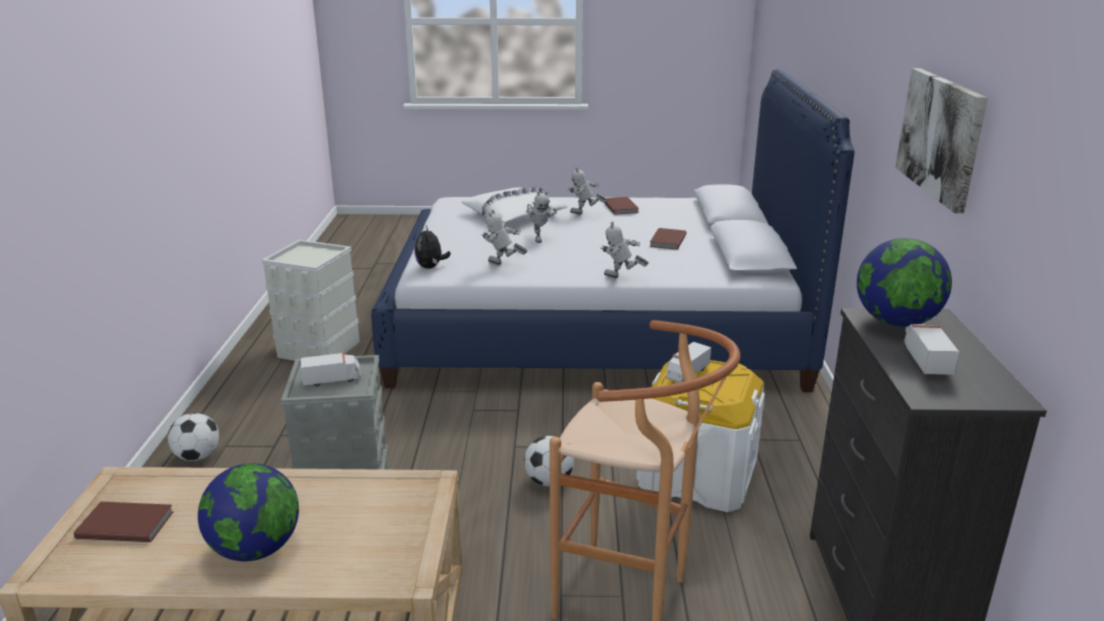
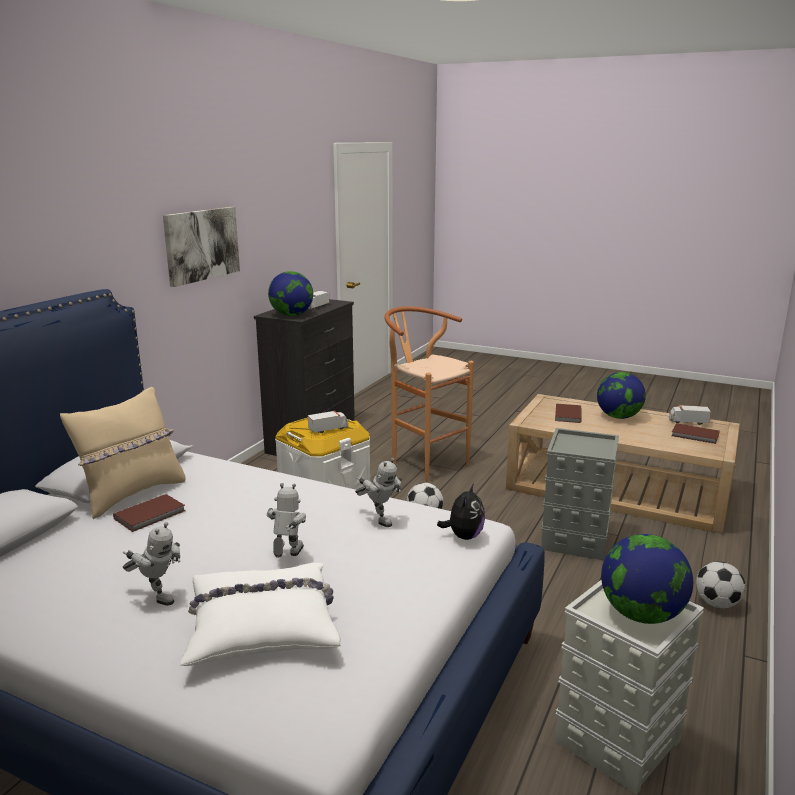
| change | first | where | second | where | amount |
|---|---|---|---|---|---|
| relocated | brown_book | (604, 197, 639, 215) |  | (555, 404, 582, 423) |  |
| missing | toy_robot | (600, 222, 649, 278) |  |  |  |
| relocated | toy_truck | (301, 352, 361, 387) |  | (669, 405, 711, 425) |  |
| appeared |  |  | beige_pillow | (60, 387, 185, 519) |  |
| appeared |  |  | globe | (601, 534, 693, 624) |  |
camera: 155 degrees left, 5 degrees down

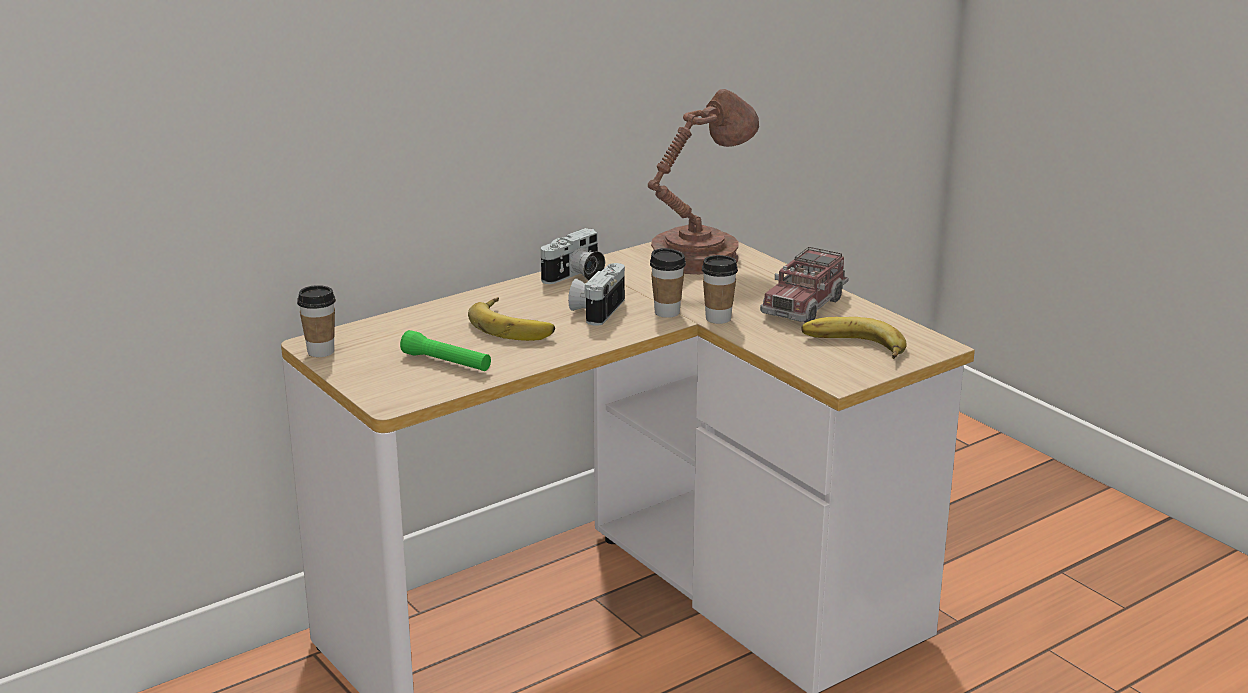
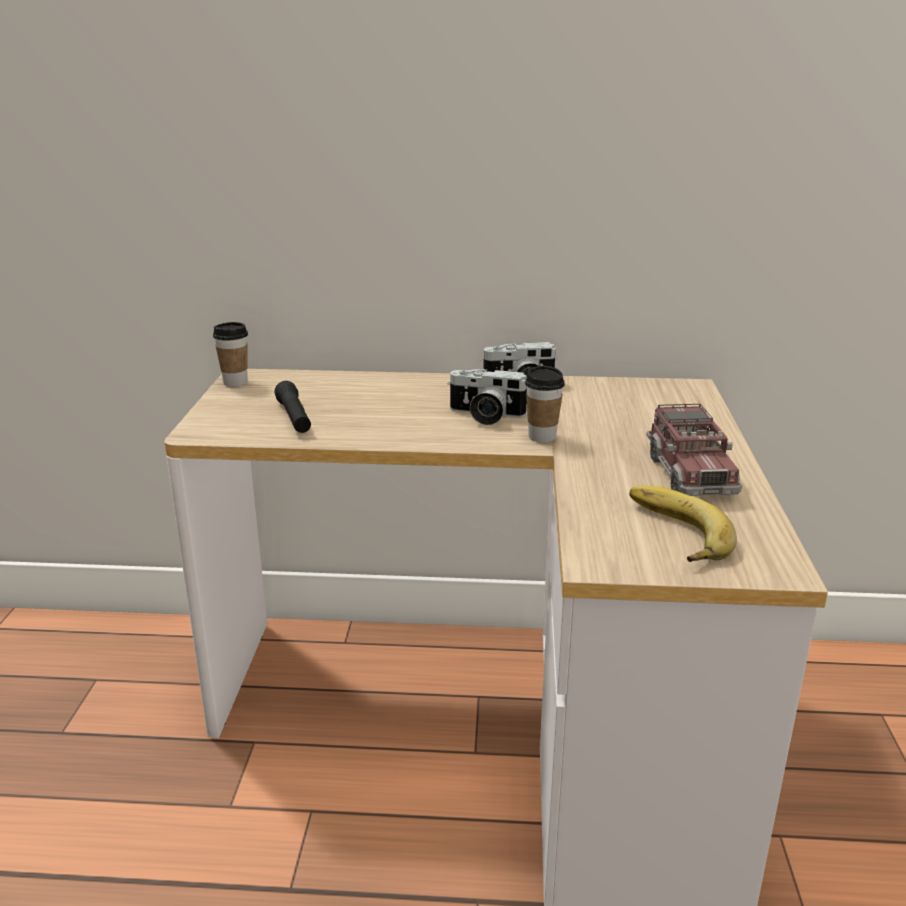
| change | first | where | second | where | amount |
|---|---|---|---|---|---|
| missing | brown_table_lamp | (648, 89, 759, 274) |  |  |  |
| spun | toy_truck | (760, 247, 849, 323) |  | (646, 404, 742, 496) | 75 degrees counterclockwise |
| missing | cup | (702, 255, 738, 324) |  |  |  |
| spun | photo_camera | (568, 263, 625, 326) |  | (448, 369, 527, 425) | 135 degrees counterclockwise |
| missing | banana | (468, 297, 555, 341) |  |  |  |
| colour | green_flashlight | (400, 330, 491, 371) | black_flashlight | (274, 381, 311, 433) |  |
camera: 40 degrees right, 0 degrees up

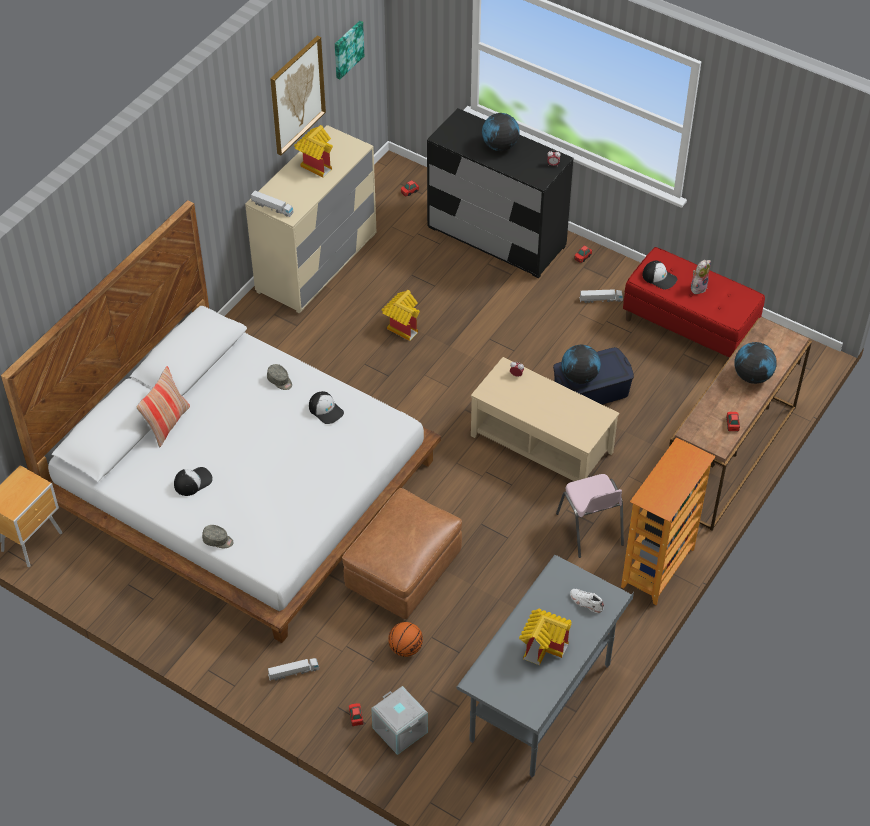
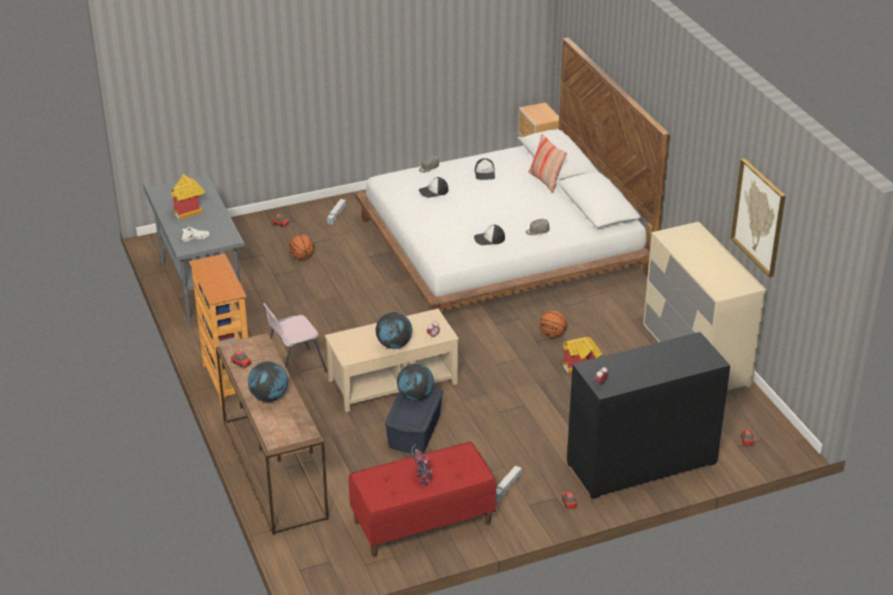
| change | first | where | second | where | amount |
|---|---|---|---|---|---|
| missing | picture | (335, 21, 364, 79) |  |  |  |
| relocated | globe | (482, 113, 520, 151) |  | (376, 312, 412, 349) |  |
| missing | toy_house | (294, 125, 333, 178) |  |  |  |
| missing | toy_truck | (251, 191, 294, 217) |  |  |  |
| exchanged | plush_toy | (691, 260, 711, 294) | toy_robot | (411, 444, 433, 485) |  |
| relocated | cap | (642, 261, 677, 290) |  | (419, 177, 448, 198) |  |
| spun | pink_chair | (556, 474, 624, 558) |  | (263, 303, 328, 373) | 45 degrees counterclockwise |
| missing | brown_ottoman | (342, 488, 462, 619) |  |  |  |
| missing | grey_storage_box | (371, 686, 428, 755) |  |  |  |
| appeared |  |  | basketball | (540, 311, 567, 338) |  |
camera: 125 degrees right, 15 degrees down

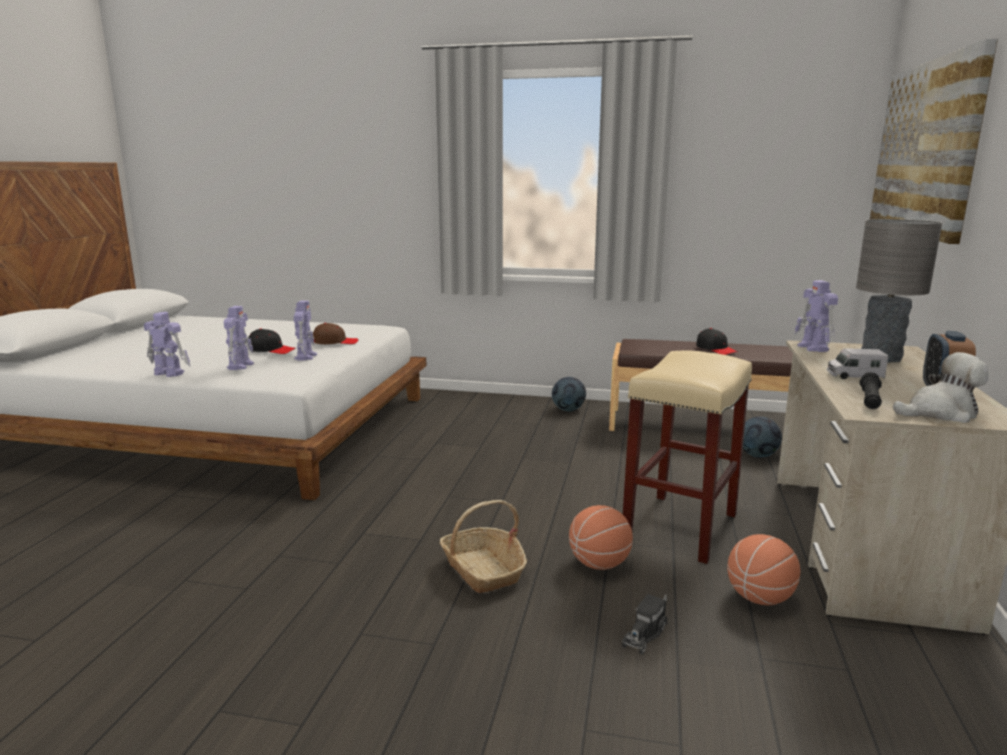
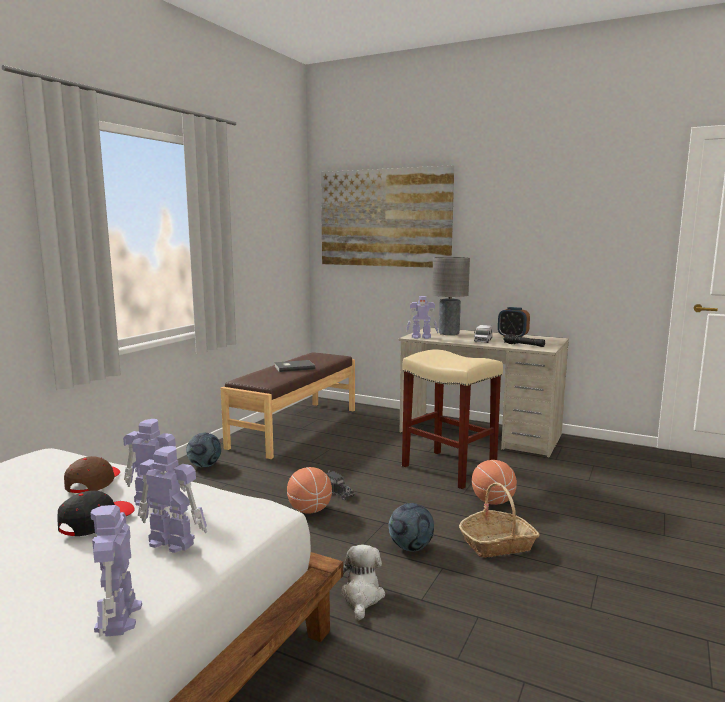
| change | first | where | second | where | amount |
|---|---|---|---|---|---|
| spun | toy_robot | (144, 312, 190, 377) |  | (90, 505, 142, 637) | 45 degrees counterclockwise |
| exchanged | black_cap | (696, 328, 738, 355) | grey_book | (274, 360, 315, 372) |  |
| relocated | plush_toy | (893, 352, 989, 423) |  | (341, 544, 385, 621) |  |
| relocated | football | (743, 417, 782, 458) |  | (388, 503, 434, 552) |  |
| relocated | basketball | (727, 534, 800, 605) |  | (287, 467, 332, 514) |  |
| relocated | toy_truck | (622, 594, 668, 655) |  | (326, 470, 355, 500) |  |
camera: 75 degrees left, 5 degrees down

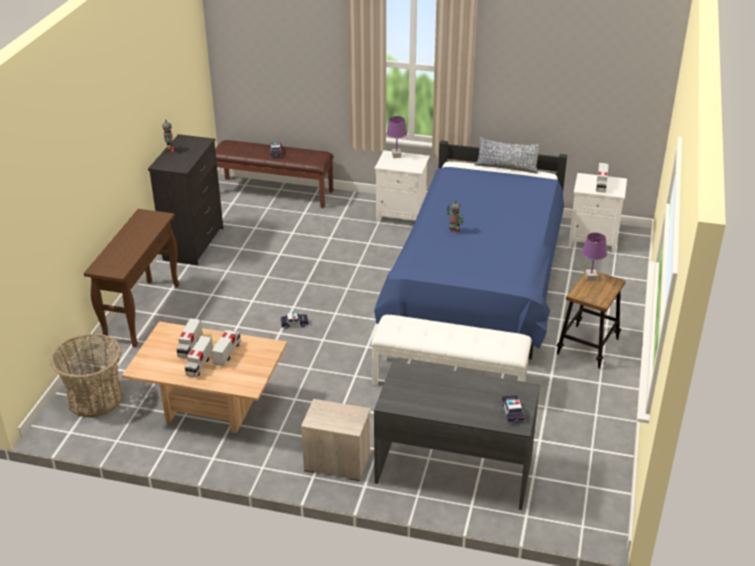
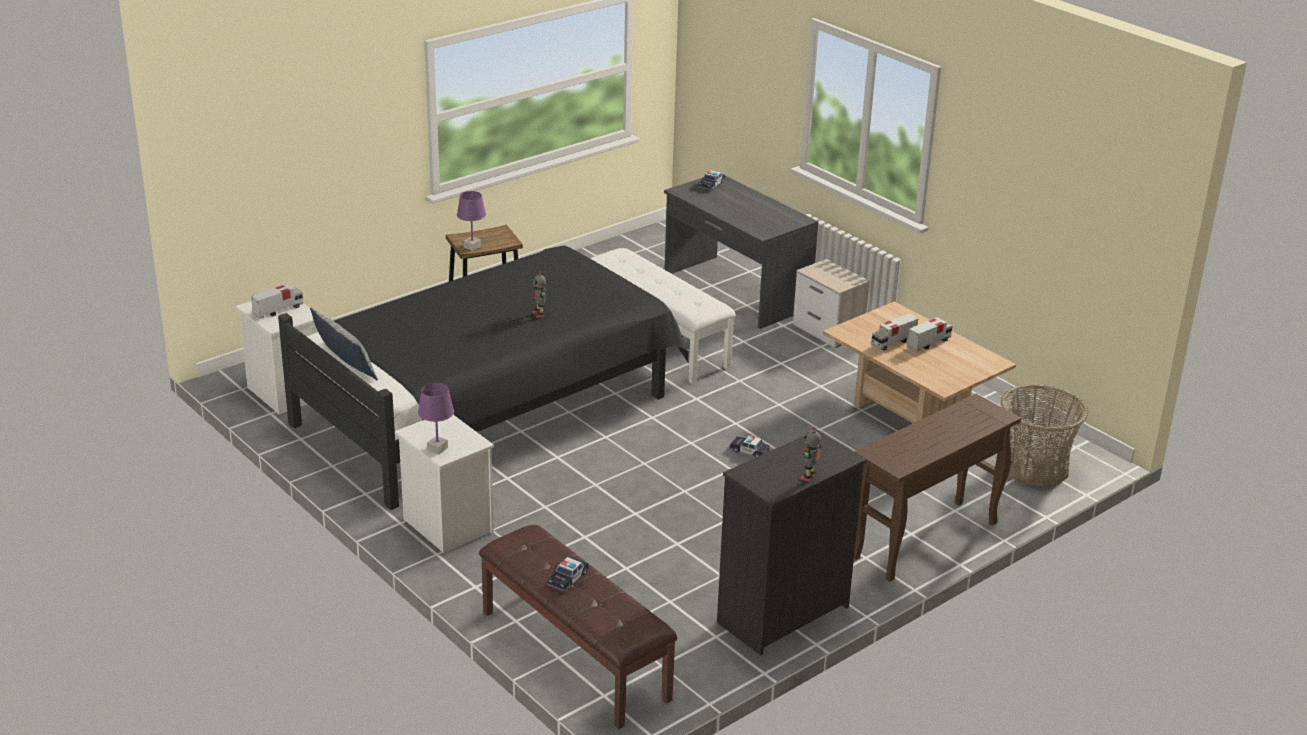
| change | first | where | second | where | amount |
|---|---|---|---|---|---|
| colour | blue_bed | (374, 140, 567, 359) | black_bed | (278, 245, 688, 510) |  |
| missing | toy_truck | (176, 318, 202, 358) |  |  |  |
camera: 145 degrees left, 5 degrees down

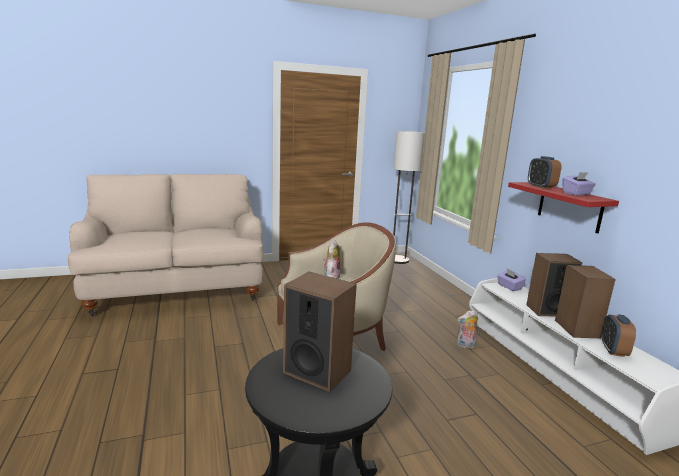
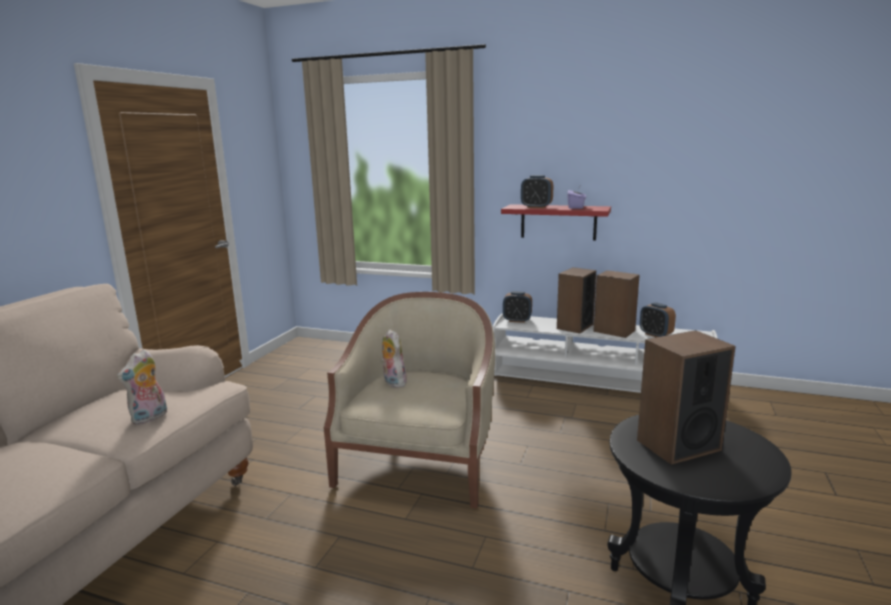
| change | first | where | second | where | amount |
|---|---|---|---|---|---|
| missing | floor_lamp | (393, 131, 425, 264) |  |  |  |
| exchanged | purple_tissue_box | (497, 269, 526, 291) | alarm_clock | (503, 291, 532, 323) |  |
| relocated | plush_toy | (457, 310, 478, 348) |  | (117, 349, 167, 425) |  |
camera: 50 degrees left, 0 degrees up

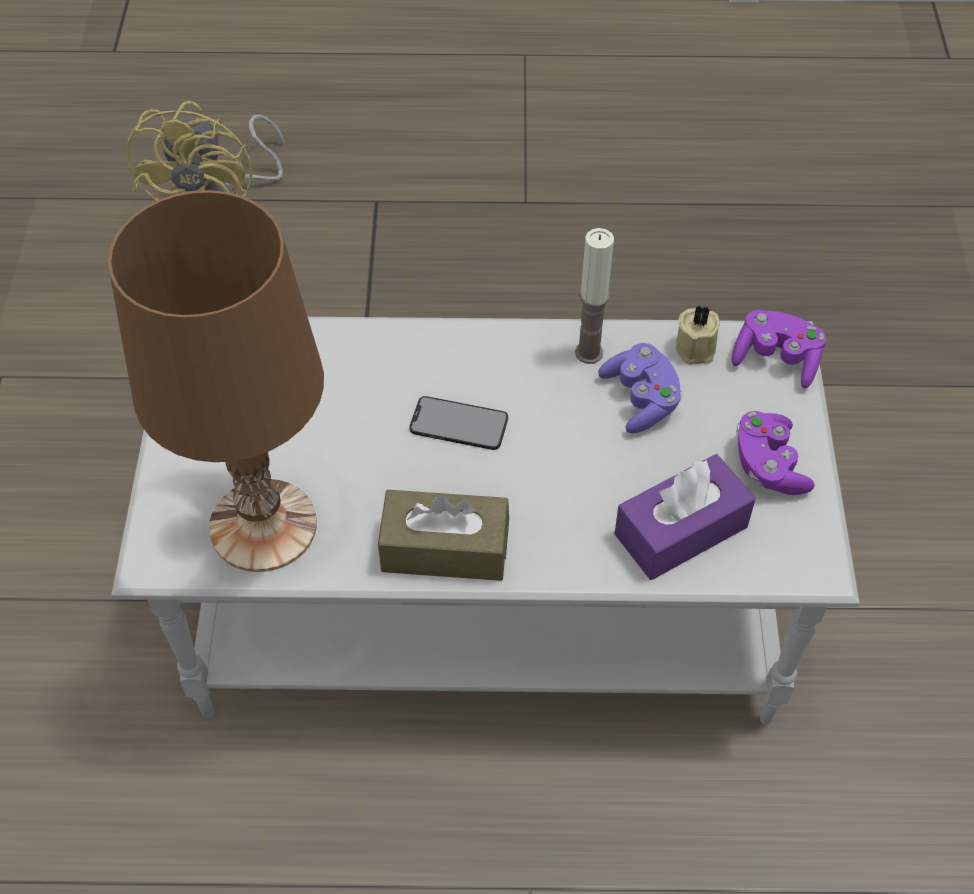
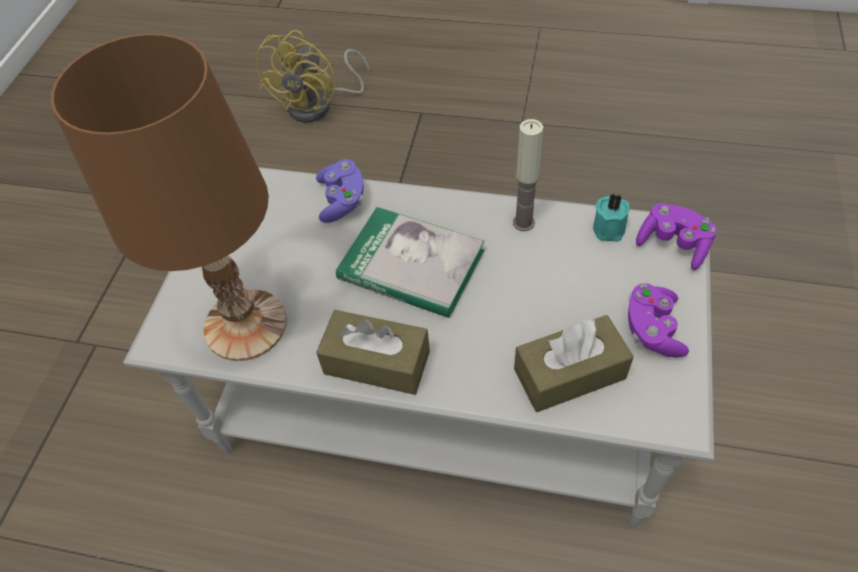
| change | first | where | second | where | amount |
|---|---|---|---|---|---|
| colour | beige_candle | (676, 305, 720, 365) | turquoise_candle | (593, 193, 630, 242) |  |
| relocated | purple_game_controller | (598, 343, 683, 433) |  | (316, 159, 364, 223) |  |
| exchanged | phone | (410, 396, 508, 450) | book | (336, 207, 484, 318) |  |
| colour | purple_tissue_box | (614, 454, 756, 580) | brown_tissue_box | (514, 315, 634, 412) |  |
camera: 15 degrees right, 0 degrees up

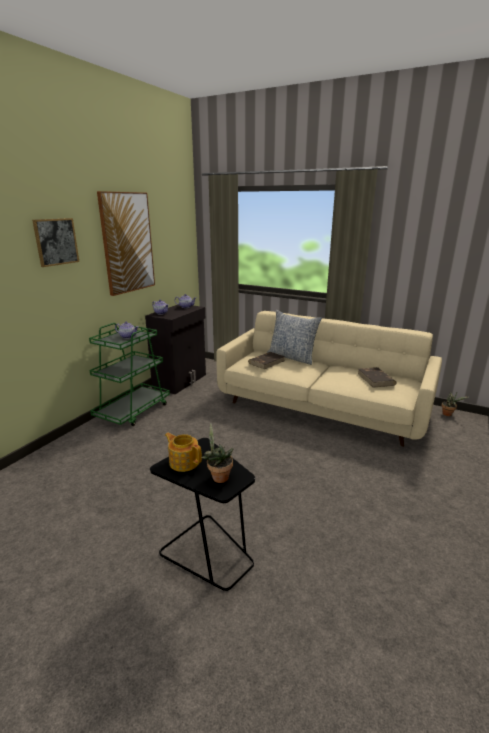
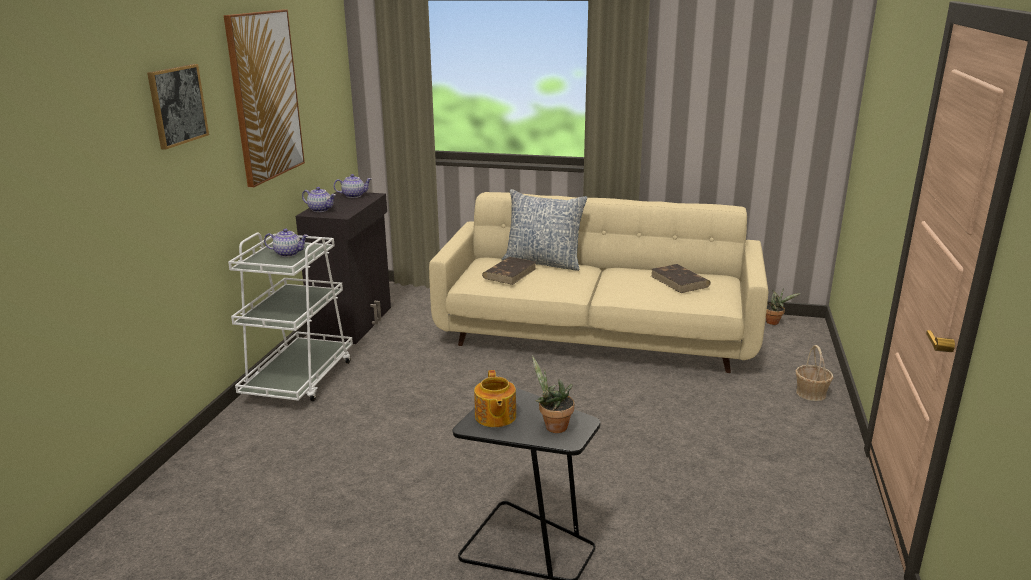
| change | first | where | second | where | amount |
|---|---|---|---|---|---|
| colour | green_cart | (89, 323, 170, 426) | white_cart | (228, 232, 353, 401) |  |
| spun | teapot | (165, 433, 202, 472) |  | (474, 370, 516, 427) | 120 degrees counterclockwise |
| appeared |  |  | basket | (795, 345, 833, 401) |  |
camera: 15 degrees left, 0 degrees up

